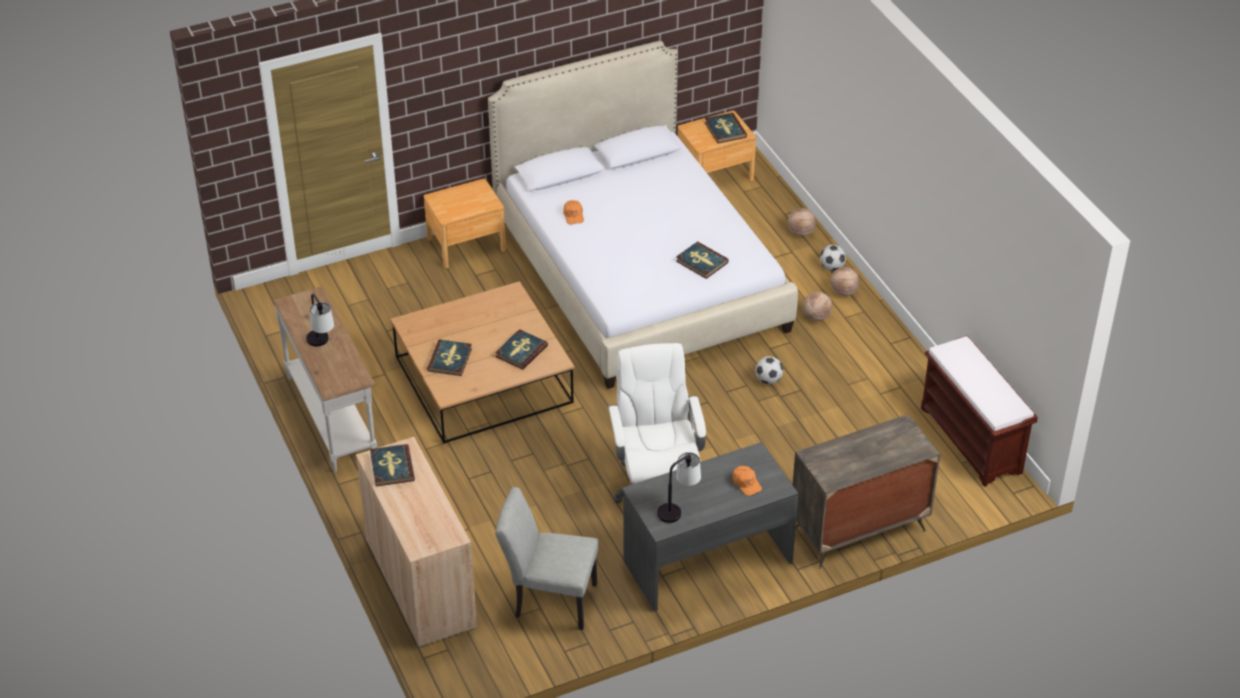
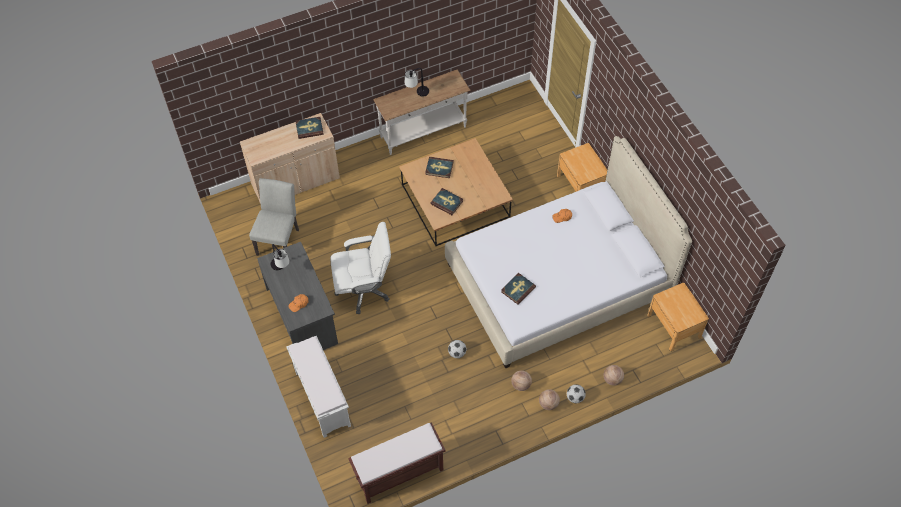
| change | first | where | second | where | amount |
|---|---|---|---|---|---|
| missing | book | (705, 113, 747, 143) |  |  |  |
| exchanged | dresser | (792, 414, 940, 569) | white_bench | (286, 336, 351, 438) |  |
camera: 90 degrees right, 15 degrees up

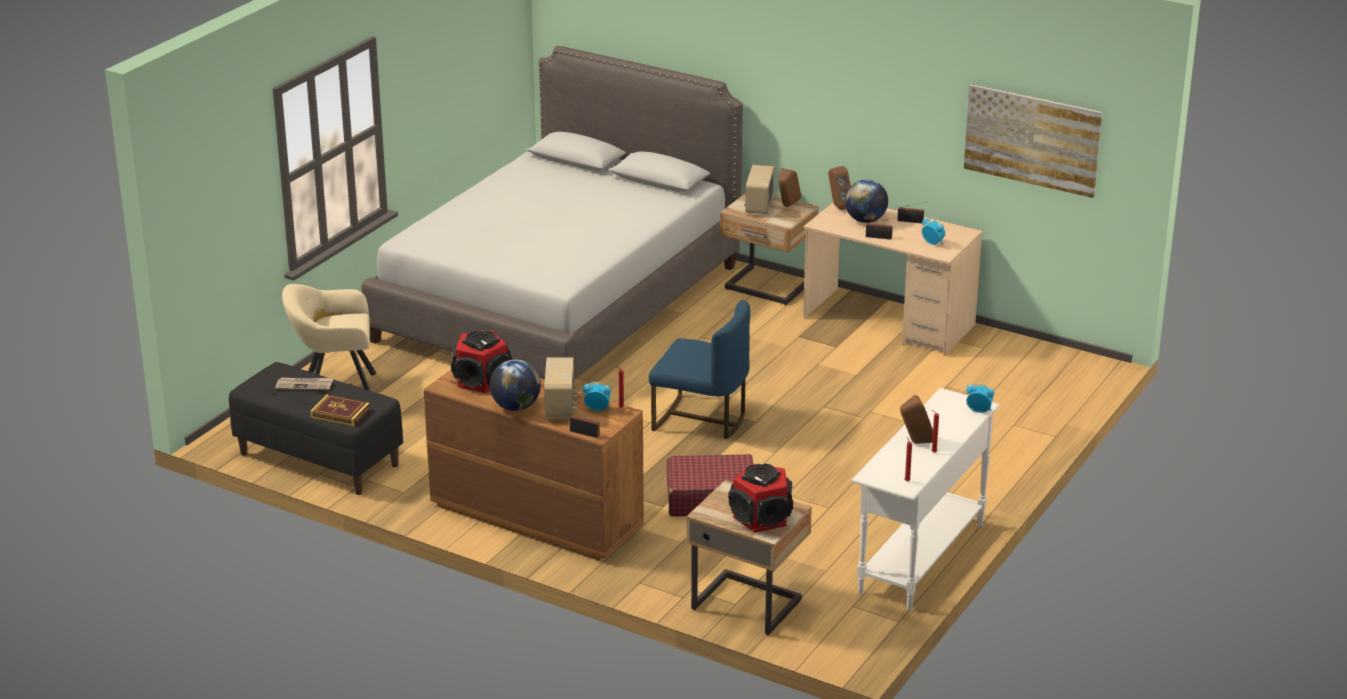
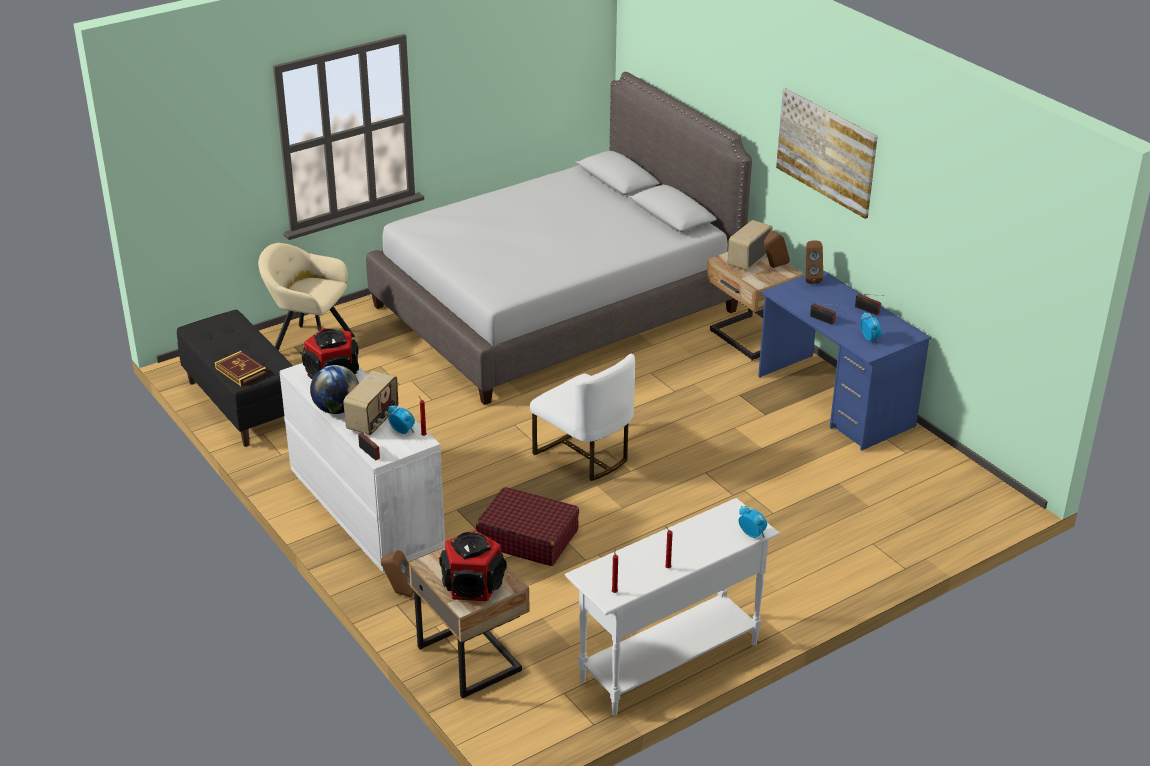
| change | first | where | second | where | amount |
|---|---|---|---|---|---|
| relocated | picture | (964, 84, 1102, 198) |  | (776, 88, 878, 219) |  |
| missing | globe | (845, 179, 888, 223) |  |  |  |
| colour | beige_desk | (803, 203, 983, 355) | blue_desk | (758, 270, 931, 451) |  |
| colour | blue_chair | (649, 300, 750, 439) | white_chair | (530, 354, 635, 481) |  |
| colour | brown_dresser | (424, 370, 644, 561) | white_dresser | (279, 363, 445, 572) |  |
| missing | newspaper | (275, 378, 334, 390) |  |  |  |
| relocated | brown_speaker | (900, 395, 933, 444) |  | (381, 550, 414, 597) |  |
camera: 25 degrees right, 5 degrees up

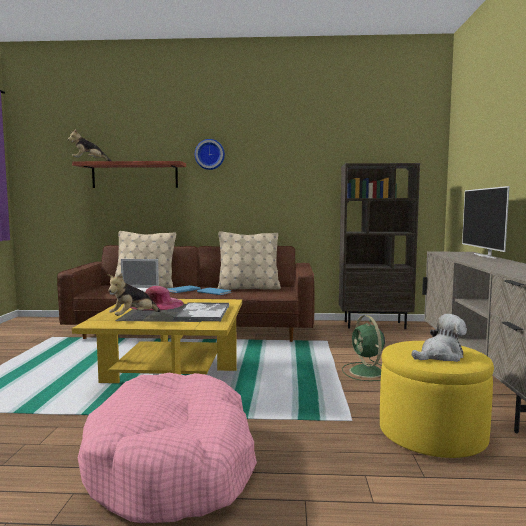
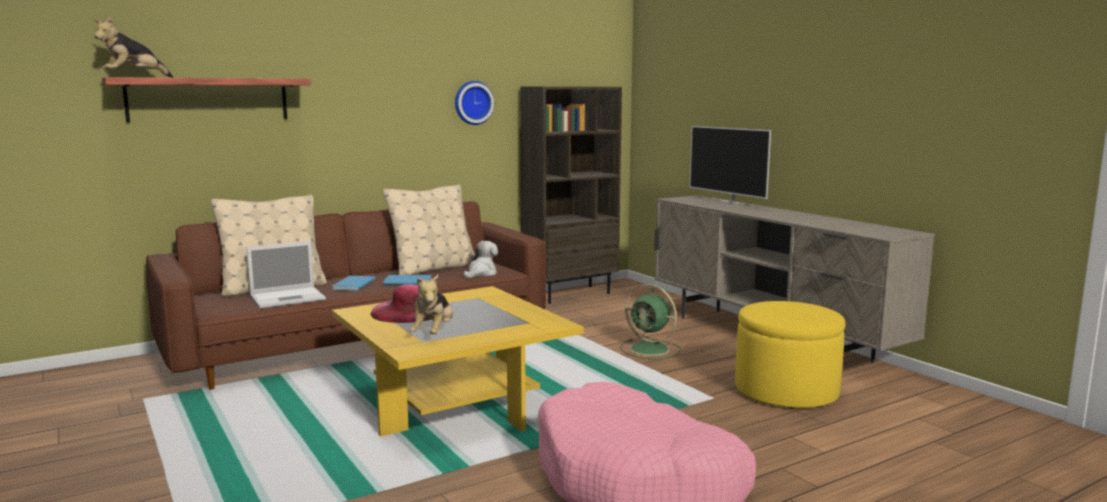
| change | first | where | second | where | amount |
|---|---|---|---|---|---|
| relocated | wall_clock | (195, 139, 225, 170) |  | (455, 81, 494, 125) |  |
| missing | tray | (173, 302, 229, 321) |  |  |  |
| relocated | plush_toy | (412, 314, 467, 362) |  | (463, 241, 498, 278) |  |
camera: 35 degrees left, 5 degrees up

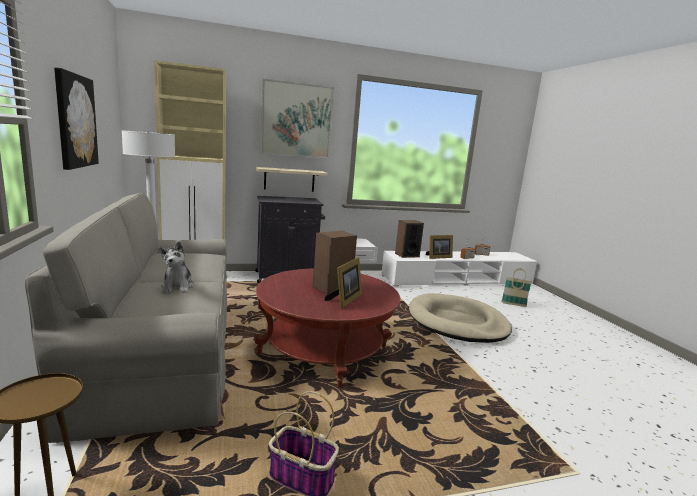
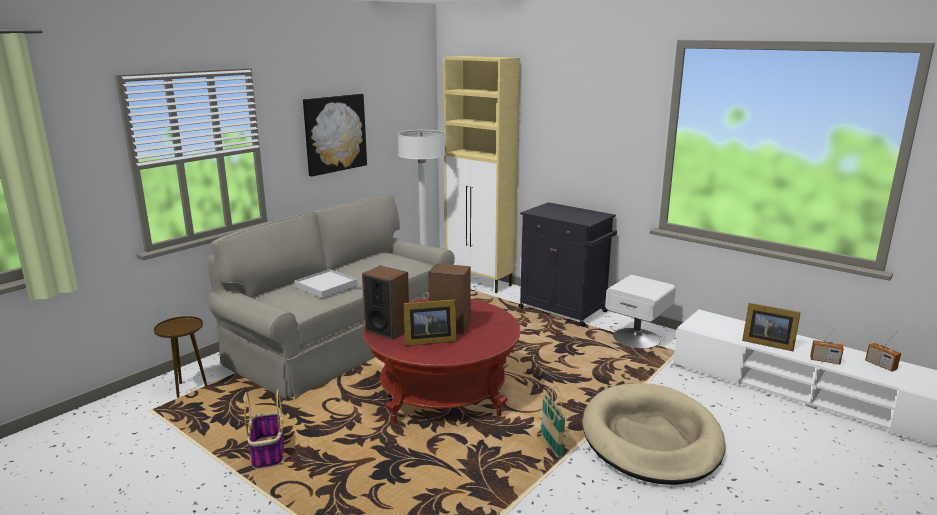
| change | first | where | second | where | amount |
|---|---|---|---|---|---|
| missing | picture | (260, 78, 334, 159) |  |  |  |
| missing | beige_shelf | (256, 167, 327, 192) |  |  |  |
| relocated | speaker | (395, 220, 424, 258) |  | (362, 266, 409, 340) |  |
| exchanged | plush_toy | (159, 242, 194, 293) | white_tray | (294, 269, 358, 298) |  |
| relocated | basket | (501, 268, 532, 307) |  | (541, 386, 566, 458) |  |
camera: 55 degrees right, 5 degrees up

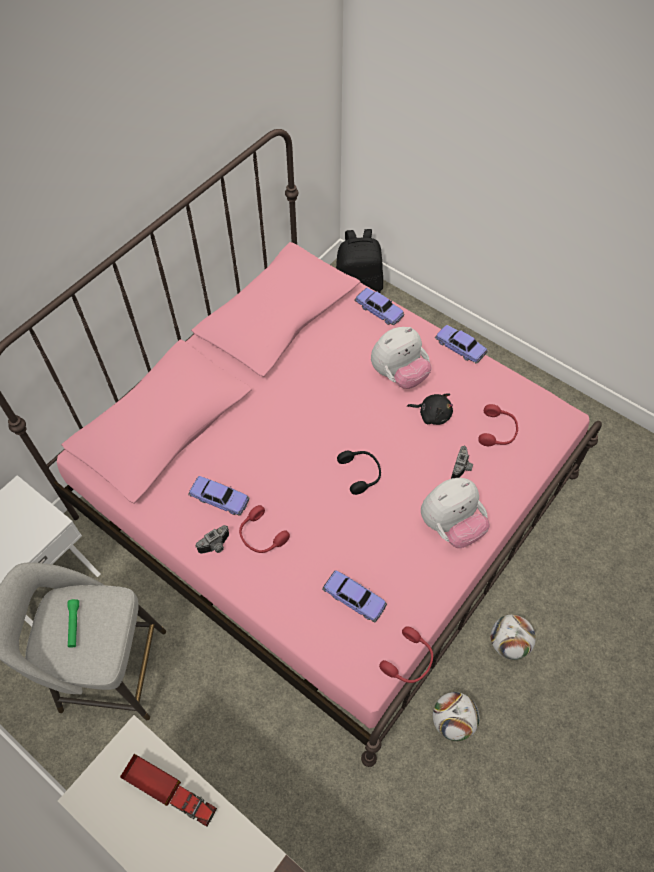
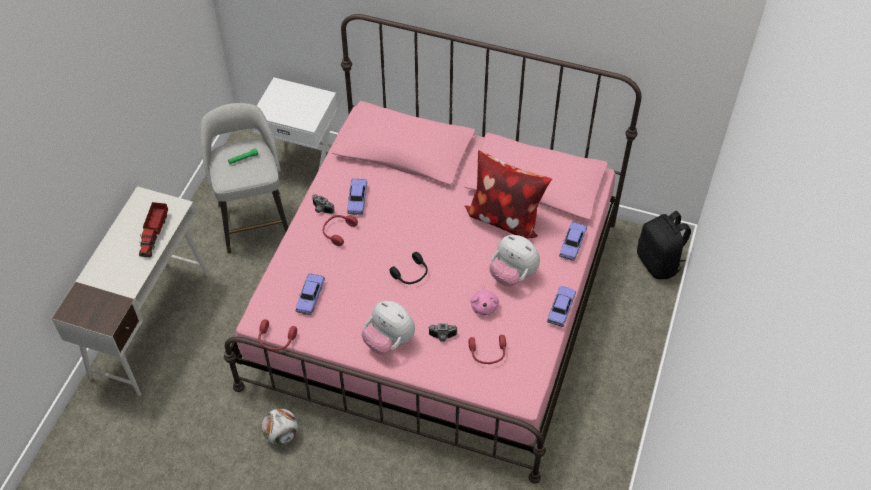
| change | first | where | second | where | amount |
|---|---|---|---|---|---|
| colour | black_plush_toy | (407, 393, 453, 425) | pink_plush_toy | (470, 285, 499, 315) |  |
| missing | football | (491, 615, 536, 660) |  |  |  |
| appeared |  |  | pillow | (465, 150, 552, 239) |  |
camera: 70 degrees right, 5 degrees down

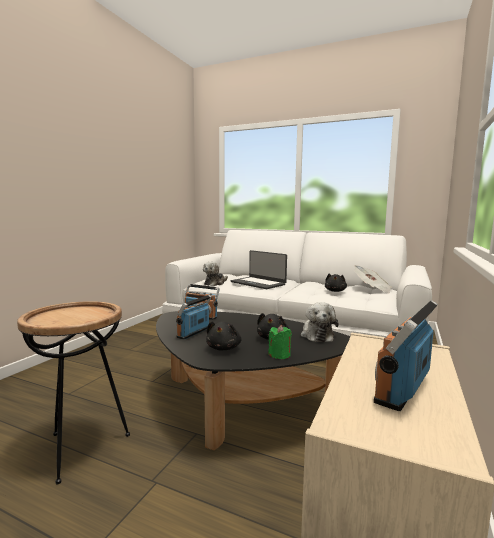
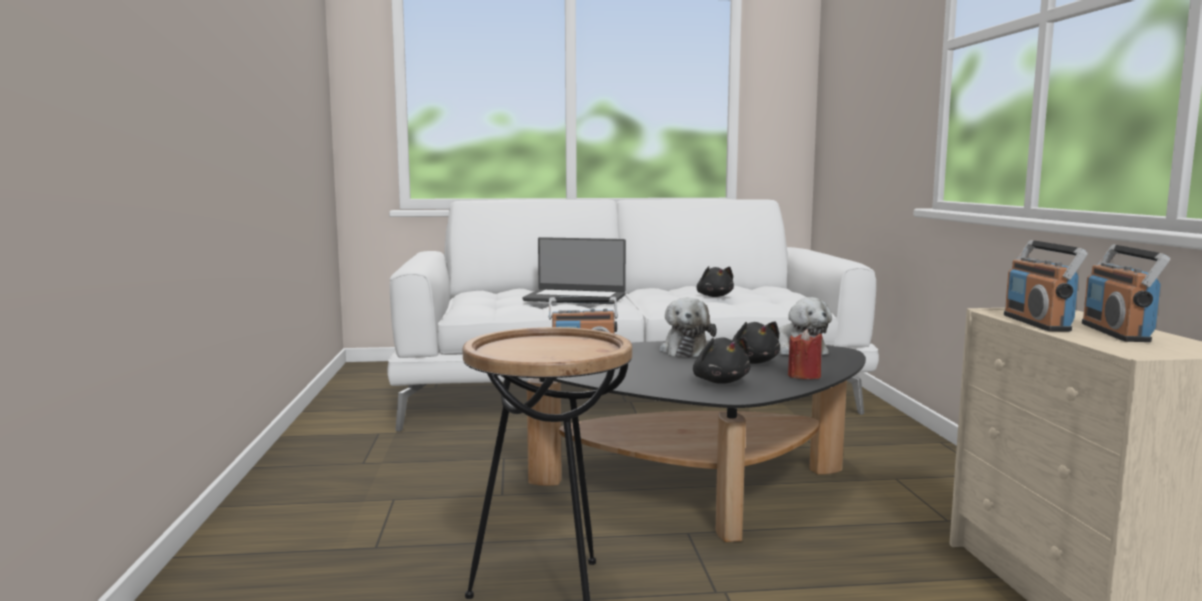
| change | first | where | second | where | amount |
|---|---|---|---|---|---|
| relocated | plush_toy | (203, 262, 228, 286) |  | (659, 298, 717, 357) |  |
| missing | newspaper | (354, 265, 392, 293) |  |  |  |
| relocated | radio | (176, 295, 211, 340) |  | (1004, 240, 1088, 331) |  |
| colour | green_candle | (268, 325, 292, 359) | red_candle | (788, 329, 823, 379) |  |
camera: 30 degrees left, 0 degrees up

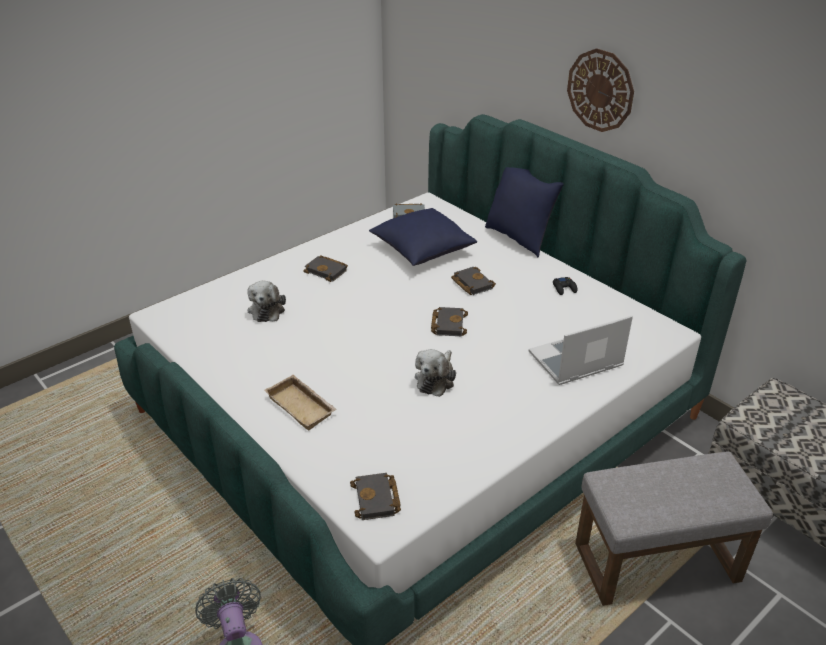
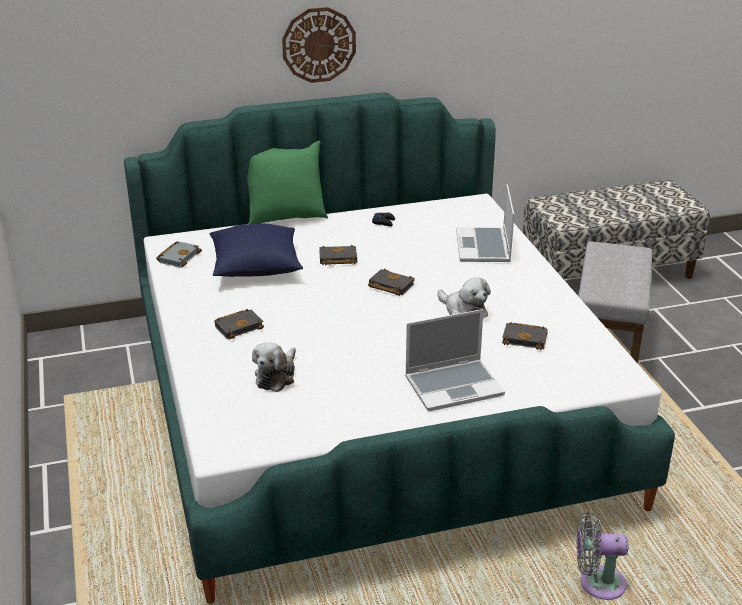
| change | first | where | second | where | amount |
|---|---|---|---|---|---|
| colour | blue_pillow | (485, 167, 564, 257) | green_pillow | (247, 141, 328, 224) |  |
| spun | plush_toy | (247, 281, 286, 322) |  | (252, 342, 296, 392) | 90 degrees clockwise |
| exchanged | beige_tray | (264, 375, 337, 430) | laptop | (405, 309, 505, 411) |  |
| relocated | black_book | (350, 473, 401, 520) |  | (502, 322, 548, 350) |  |
camera: 65 degrees left, 5 degrees down

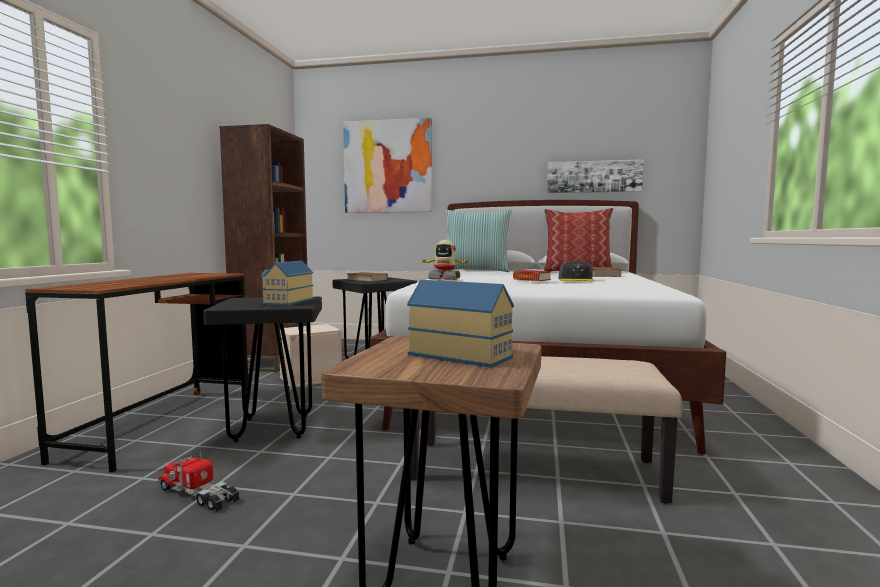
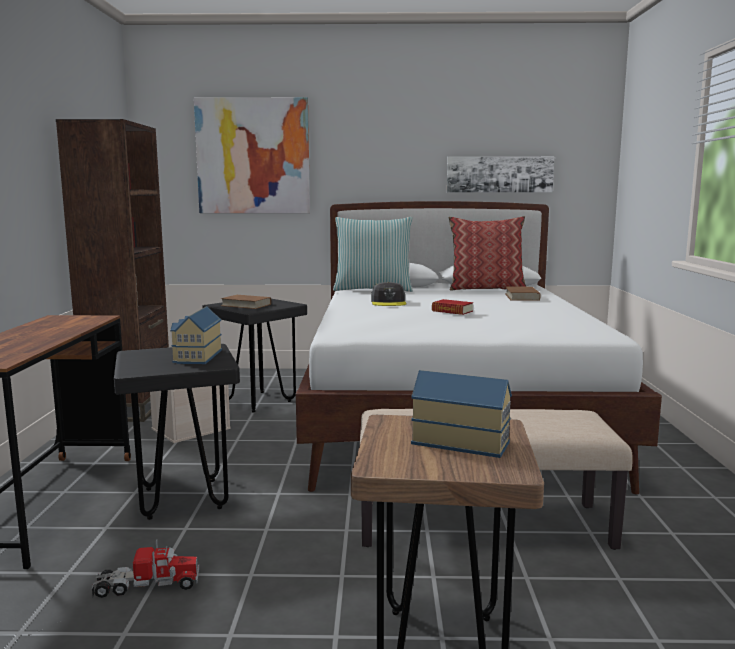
| change | first | where | second | where | amount |
|---|---|---|---|---|---|
| missing | toy_robot | (422, 240, 471, 280) |  |  |  |
| relocated | grey_cap | (559, 260, 595, 281) |  | (371, 282, 406, 306) |  |
| spun | toy_truck | (158, 451, 239, 512) |  | (92, 540, 199, 598) | 150 degrees clockwise |
camera: 10 degrees left, 5 degrees up

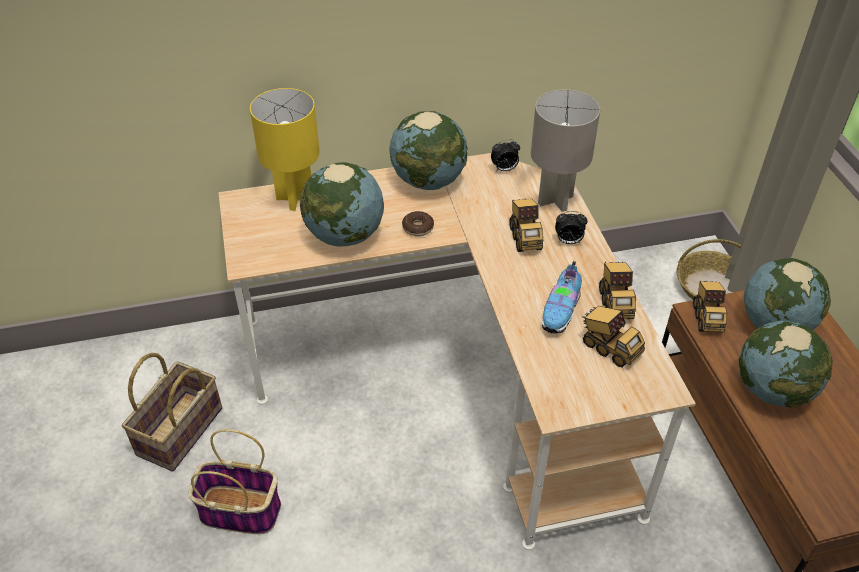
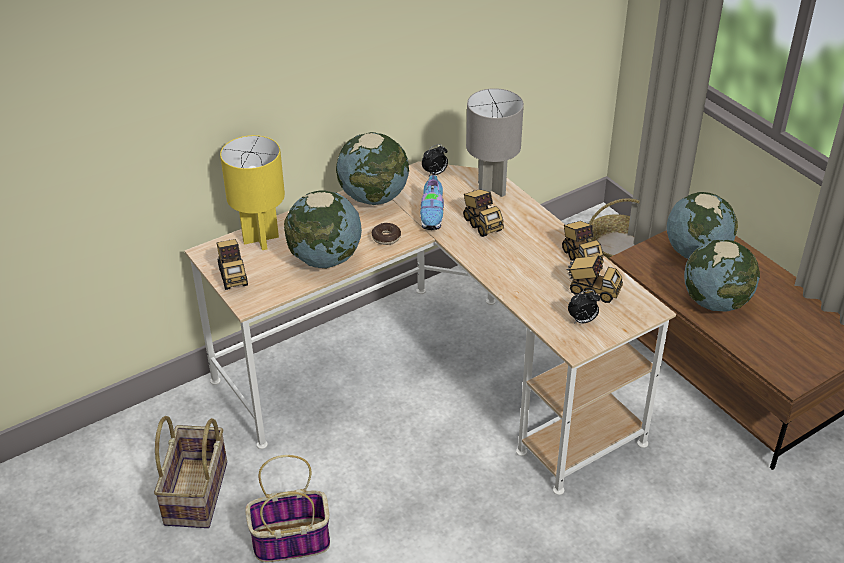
| change | first | where | second | where | amount |
|---|---|---|---|---|---|
| relocated | alarm_clock | (555, 211, 587, 244) |  | (568, 290, 600, 324) |  |
| relocated | shoe | (542, 261, 582, 334) |  | (420, 172, 444, 230) |  |
| relocated | toy_truck | (693, 281, 727, 332) |  | (217, 239, 248, 290) |  |
camera: 20 degrees left, 5 degrees down

